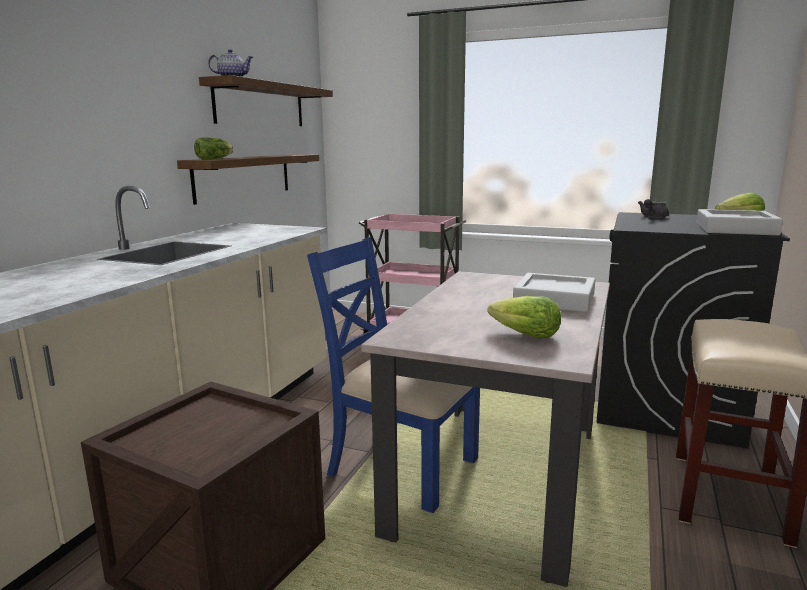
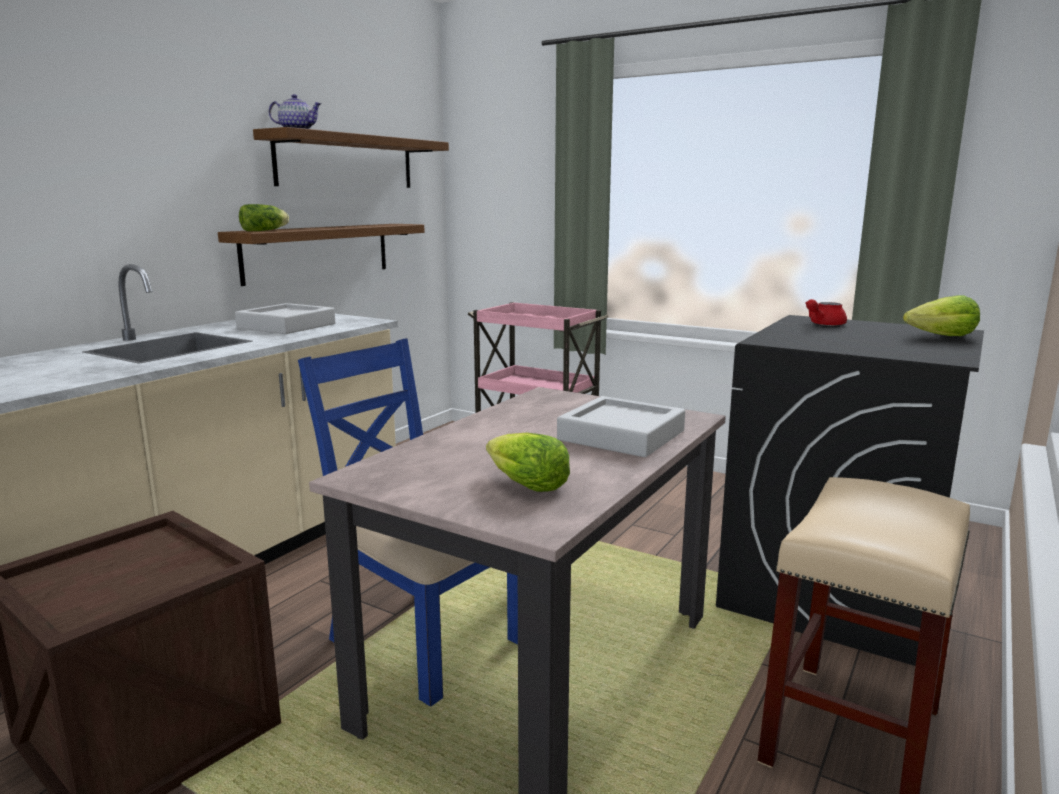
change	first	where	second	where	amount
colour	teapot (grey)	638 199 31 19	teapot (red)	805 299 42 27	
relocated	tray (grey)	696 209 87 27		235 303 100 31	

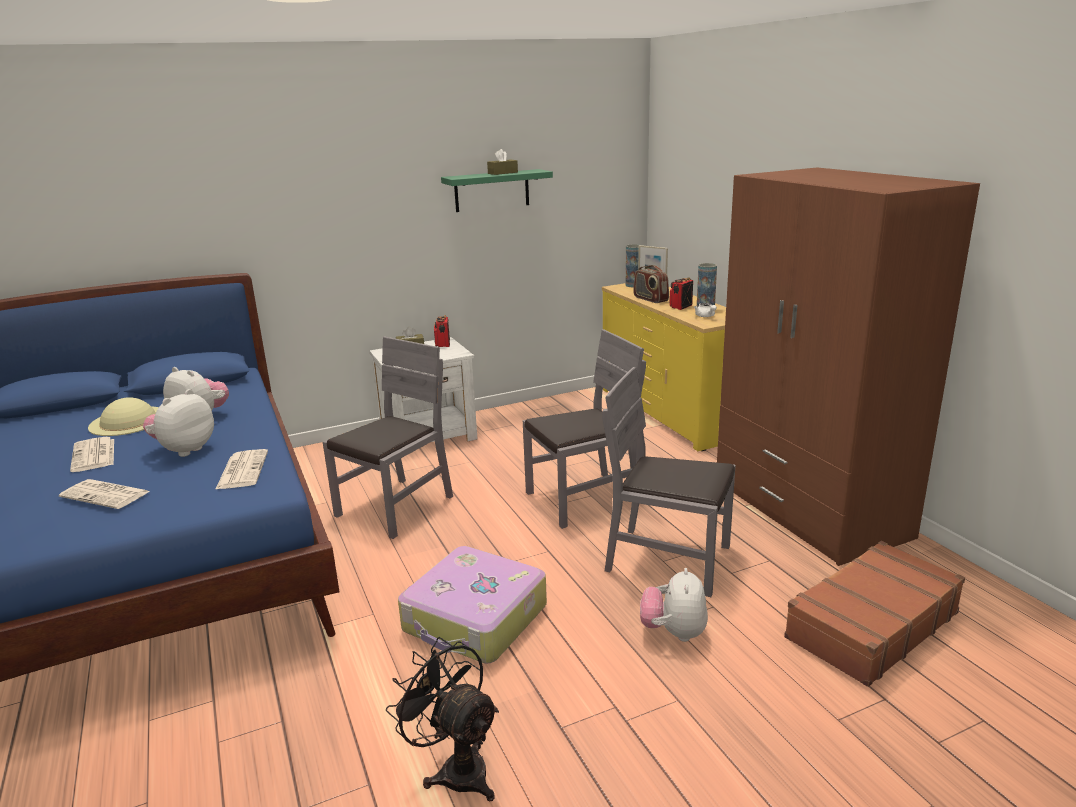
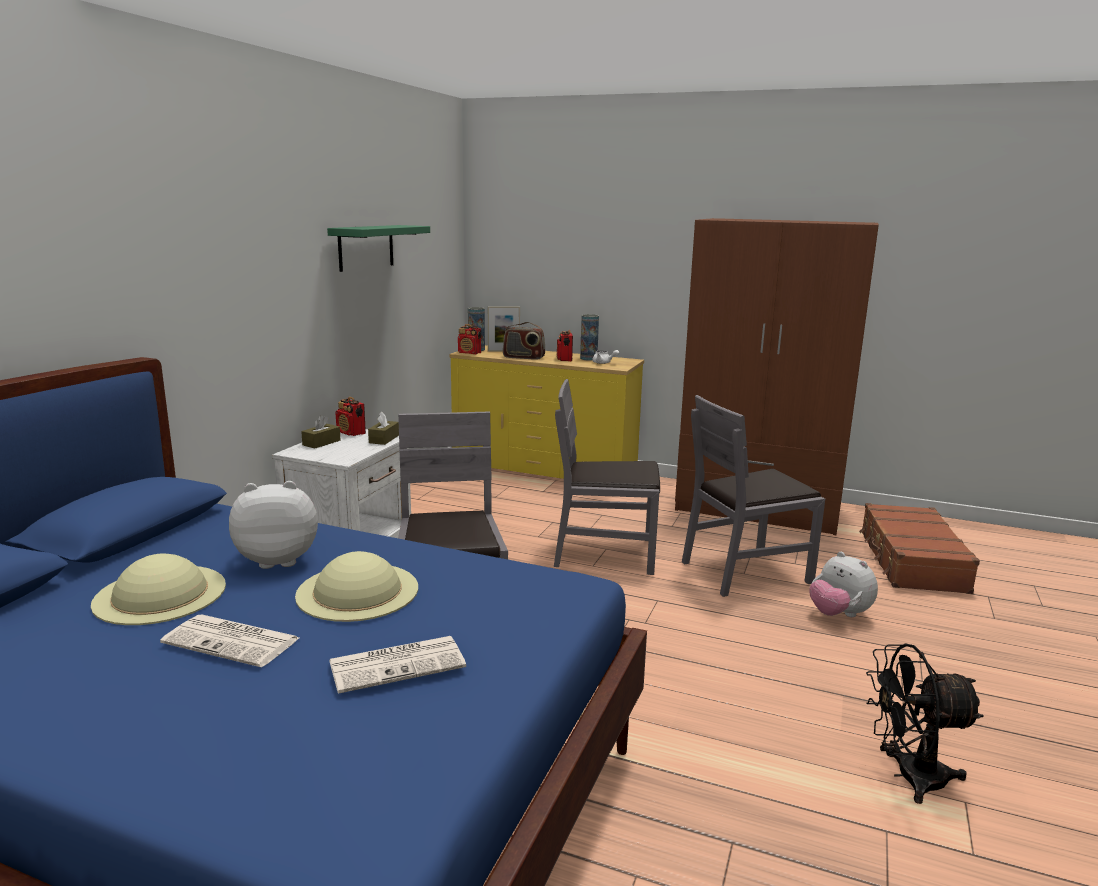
change	first	where	second	where	amount
relocated	tissue box (brown)	487 149 31 26		368 412 31 33	
spun	chair (grey)	523 329 123 200		554 379 106 196	105 degrees counterclockwise
exchanged	plush toy	143 389 71 68	hat (beige)	295 551 123 71	
missing	newspaper	215 449 53 41			
missing	suitcase	398 546 149 117			
appeared			radio	458 324 23 30	

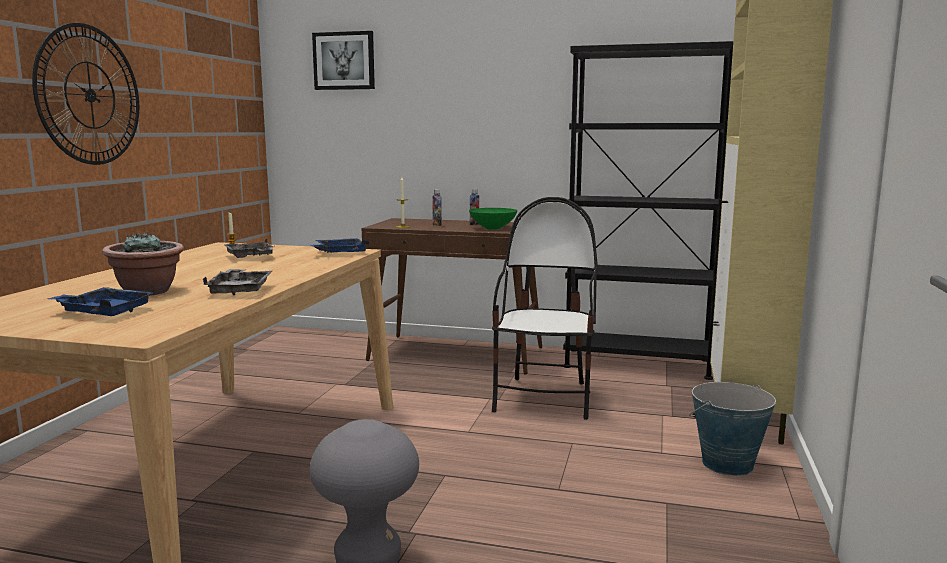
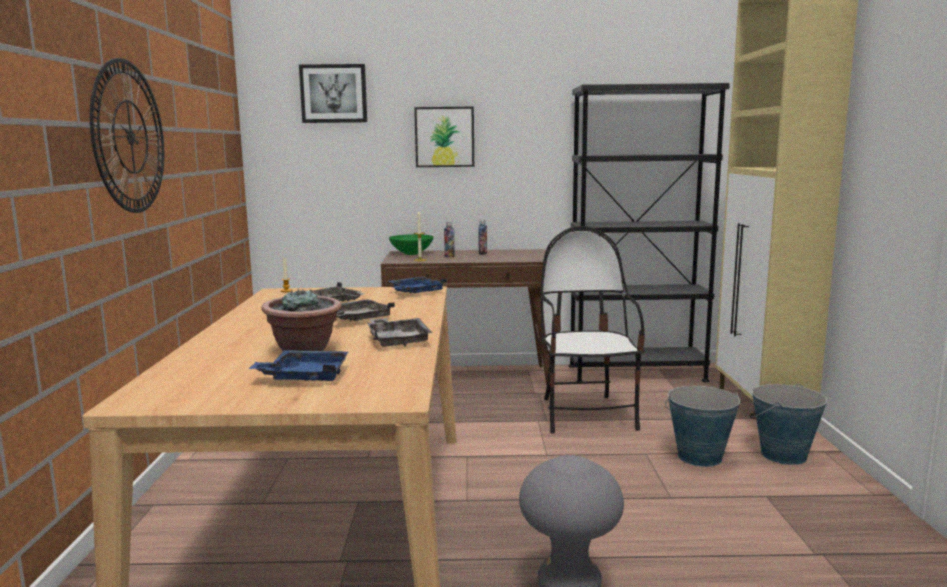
change	first	where	second	where	amount
relocated	bowl (green)	469 208 48 22		389 234 45 21	
appeared			picture	414 107 60 60	
appeared			tray (grey)	337 299 58 22	
appeared			bucket	665 386 75 81	

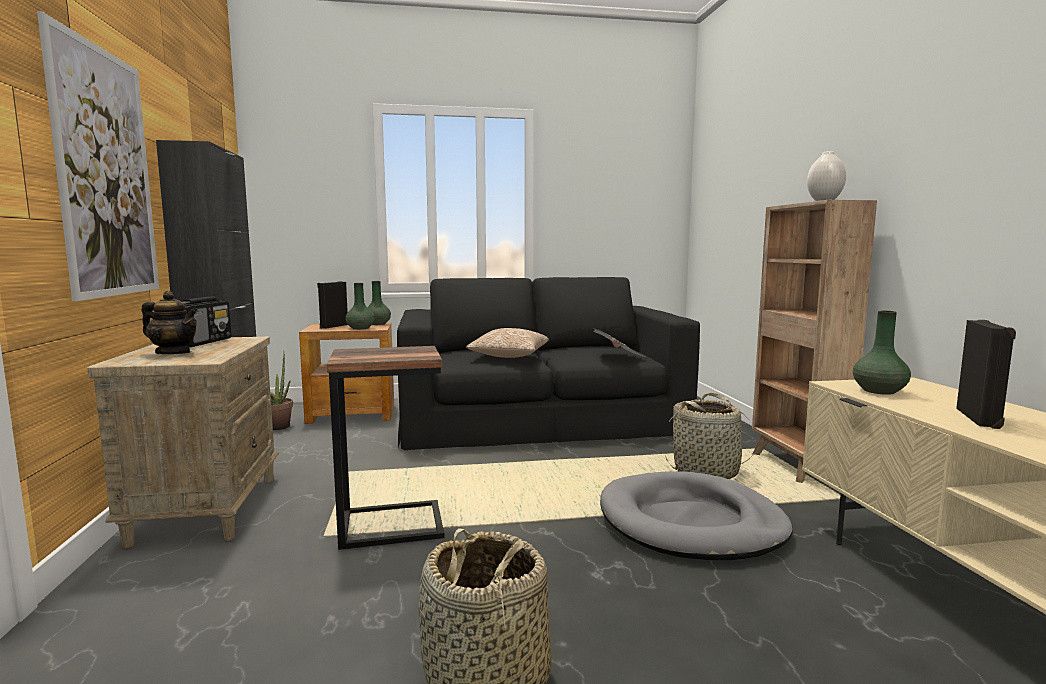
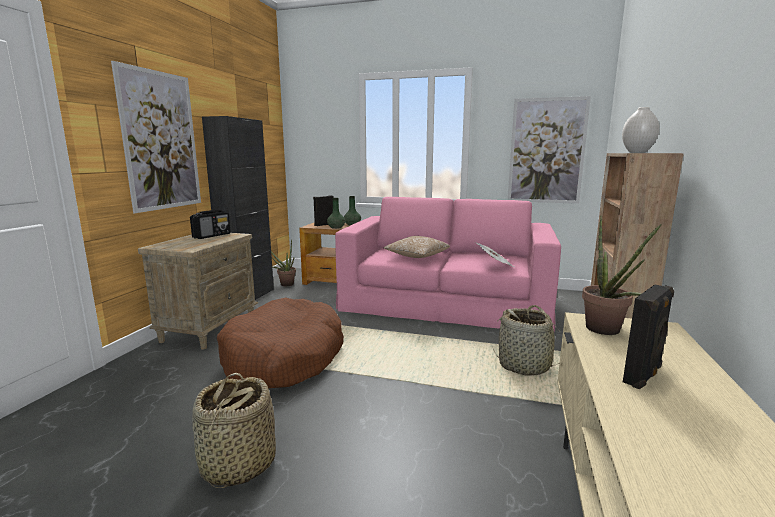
change	first	where	second	where	amount
colour	sofa (black)	397 277 303 173	sofa (pink)	335 197 226 135	
missing	teapot	142 291 56 63			
exchanged	vase (green)	853 311 58 84	potted plant	582 216 80 119	
exchanged	side table	327 346 118 204	dog bed (brown)	217 297 127 91	
missing	dog bed (grey)	600 471 193 89			
appeared			picture	508 96 83 108	

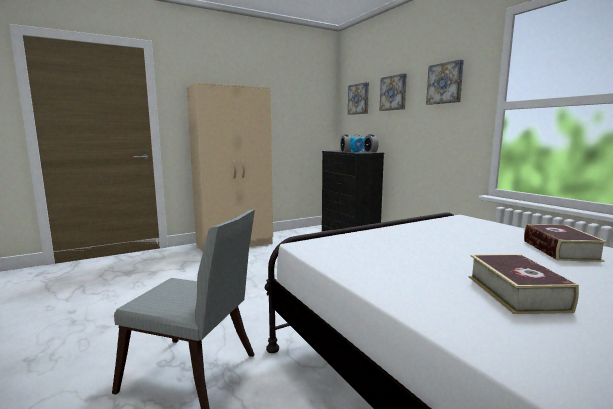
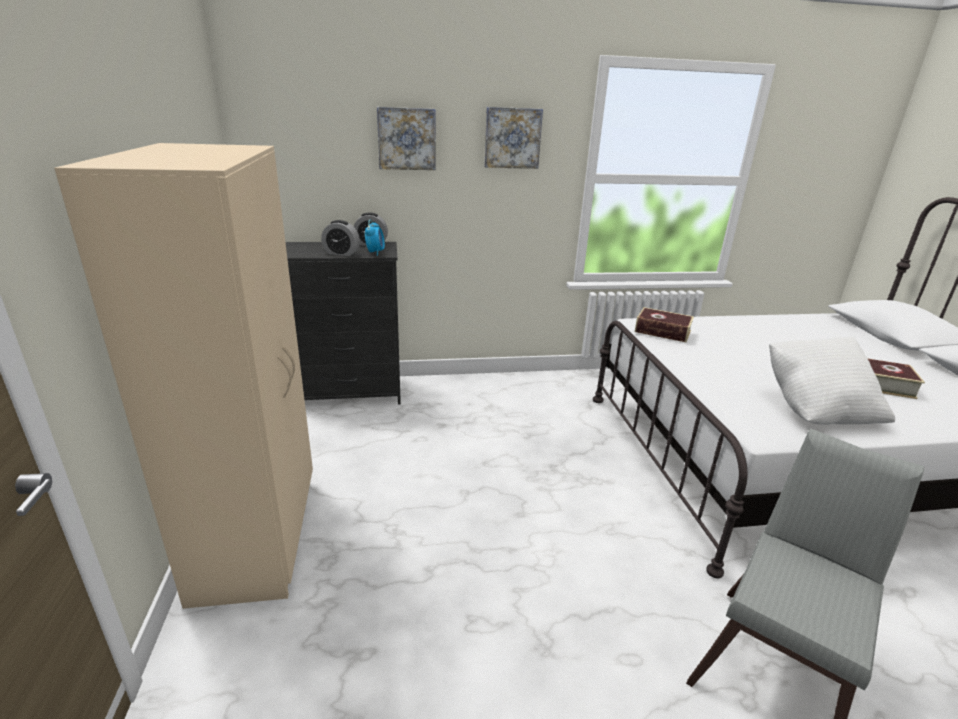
change	first	where	second	where	amount
missing	picture	348 82 21 33			
relocated	book	524 224 84 38		635 307 59 35	
appeared			pillow (white)	769 336 126 89	

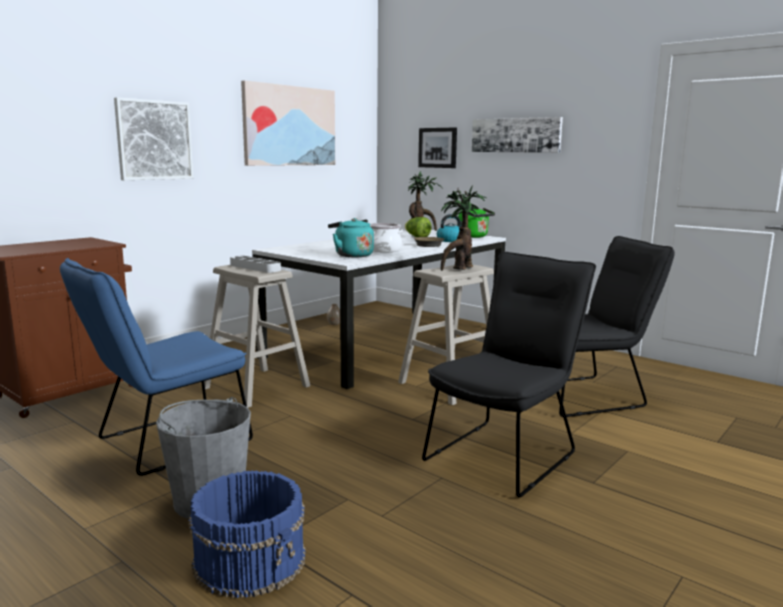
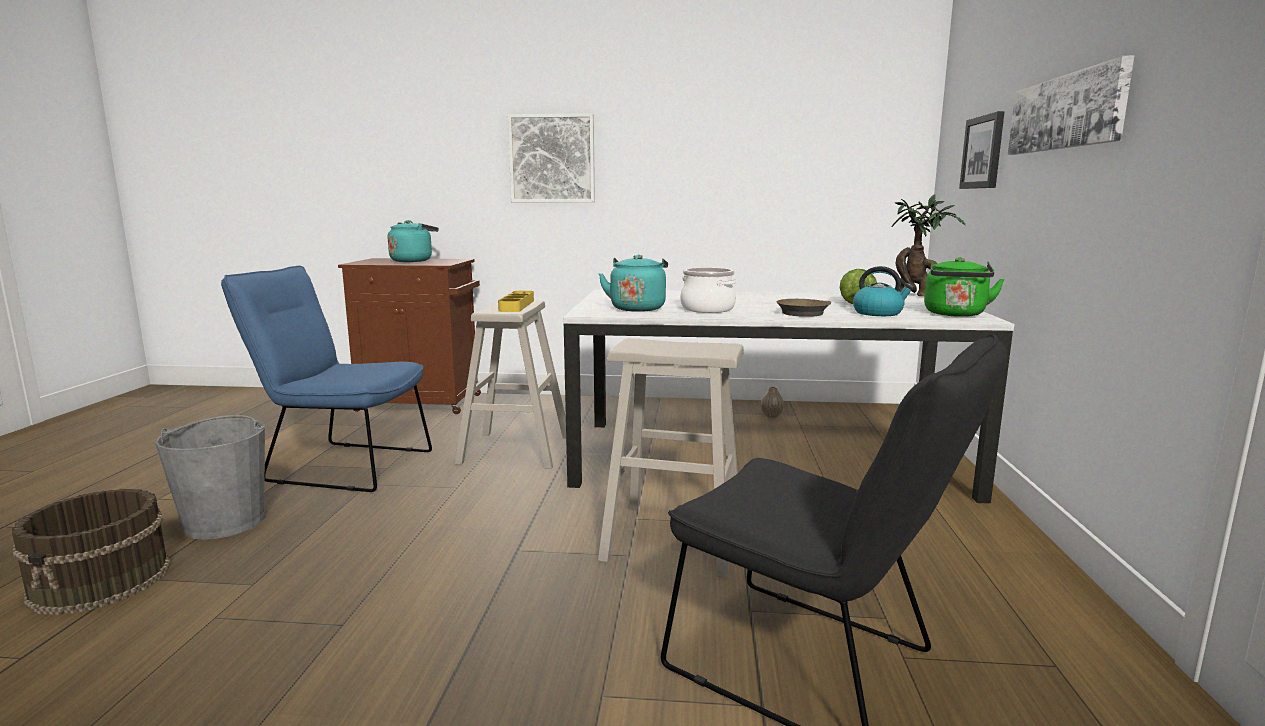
change	first	where	second	where	amount
missing	picture	241 80 94 86			
missing	potted plant	441 185 45 86			
missing	chair (black)	422 252 174 246			
colour	tray (grey)	230 256 51 17	tray (yellow)	498 291 36 21	
colour	bucket (blue)	188 470 117 128	bucket (brown)	12 489 159 126	
appeared			kettle (turquoise)	388 220 51 42	

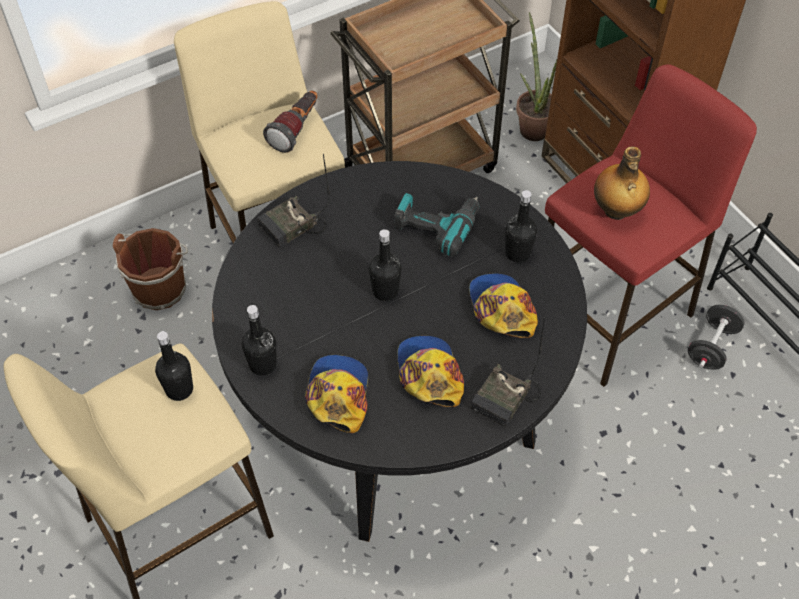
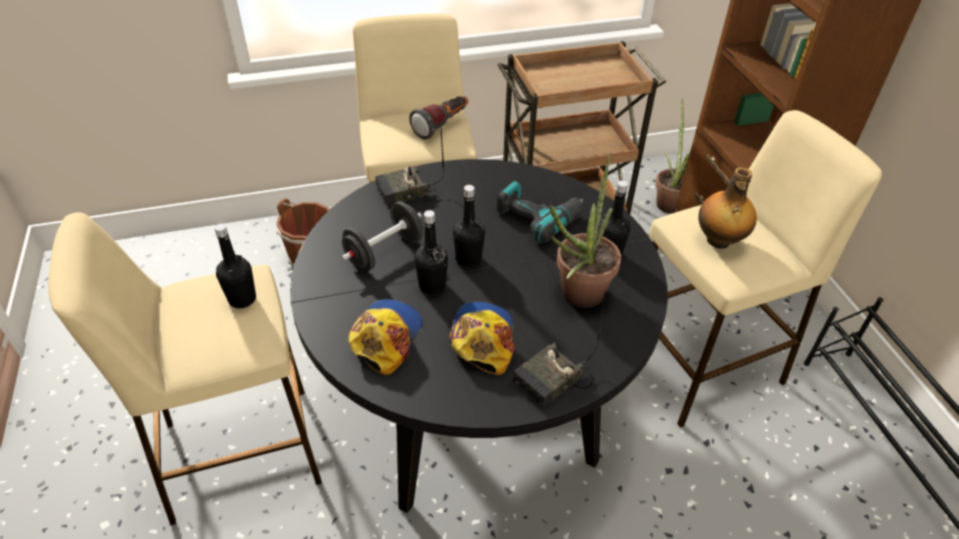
change	first	where	second	where	amount
colour	stool (red)	545 64 212 323	stool (beige)	649 110 233 318	
exchanged	cap	469 273 69 65	potted plant	550 153 71 155	
relocated	bottle (black)	242 305 35 71		414 210 34 85	
relocated	dumbbell (black)	688 305 56 65		341 201 82 70	

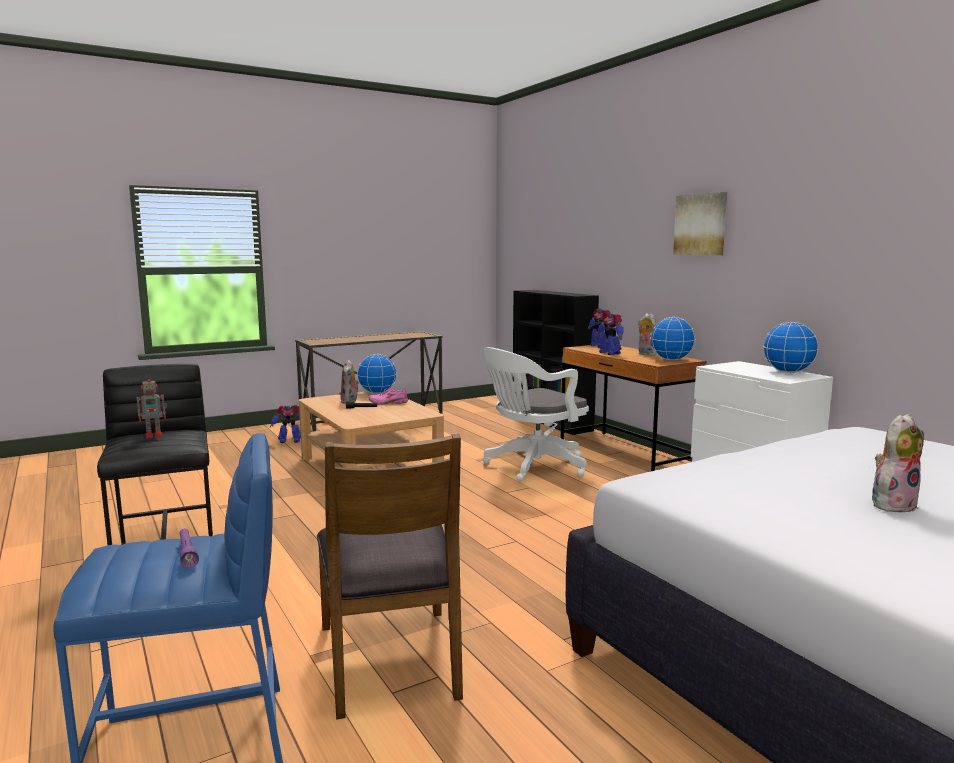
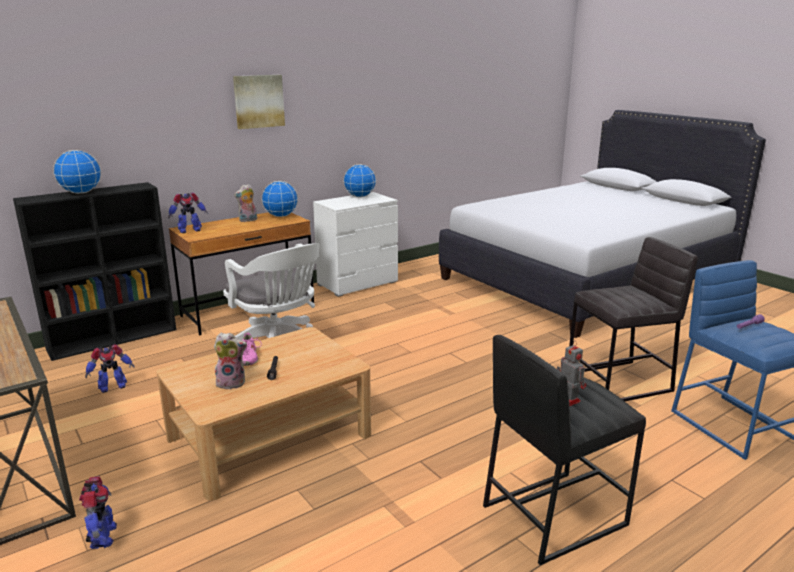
change	first	where	second	where	amount
relocated	toy robot	596 313 28 42		85 344 50 49	
relocated	globe	357 354 40 40		53 150 48 44	
missing	plush toy	872 414 52 98			
exchanged	chair (brown)	317 434 146 285	stool (grey)	569 237 129 164	

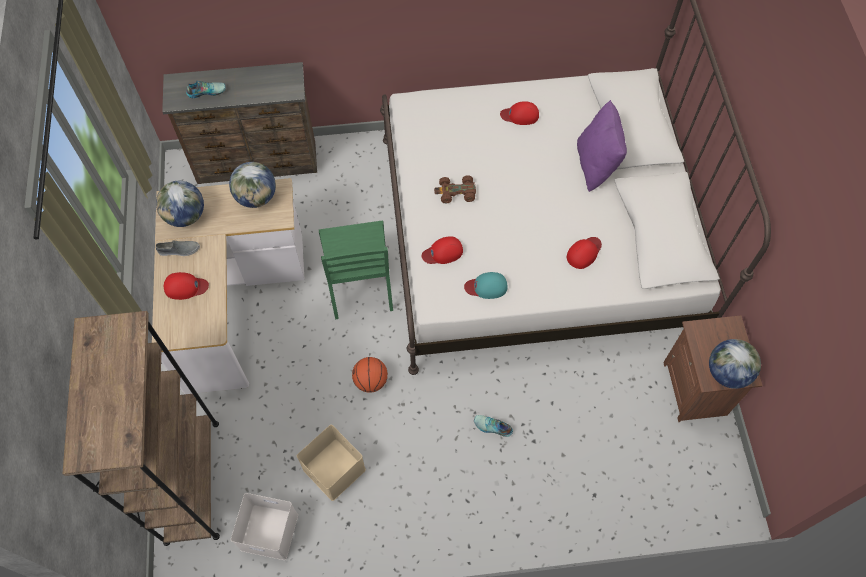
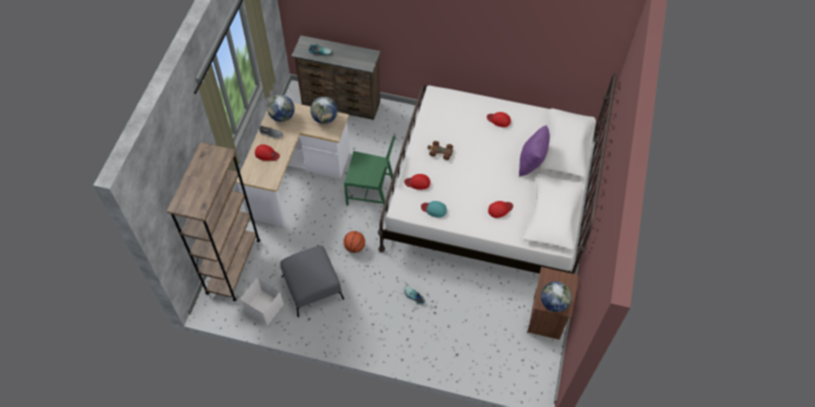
change	first	where	second	where	amount
spun	chair (green)	319 221 74 99		344 135 52 76	90 degrees counterclockwise
exchanged	storage box (beige)	297 425 69 76	ottoman (grey)	280 246 64 71	

